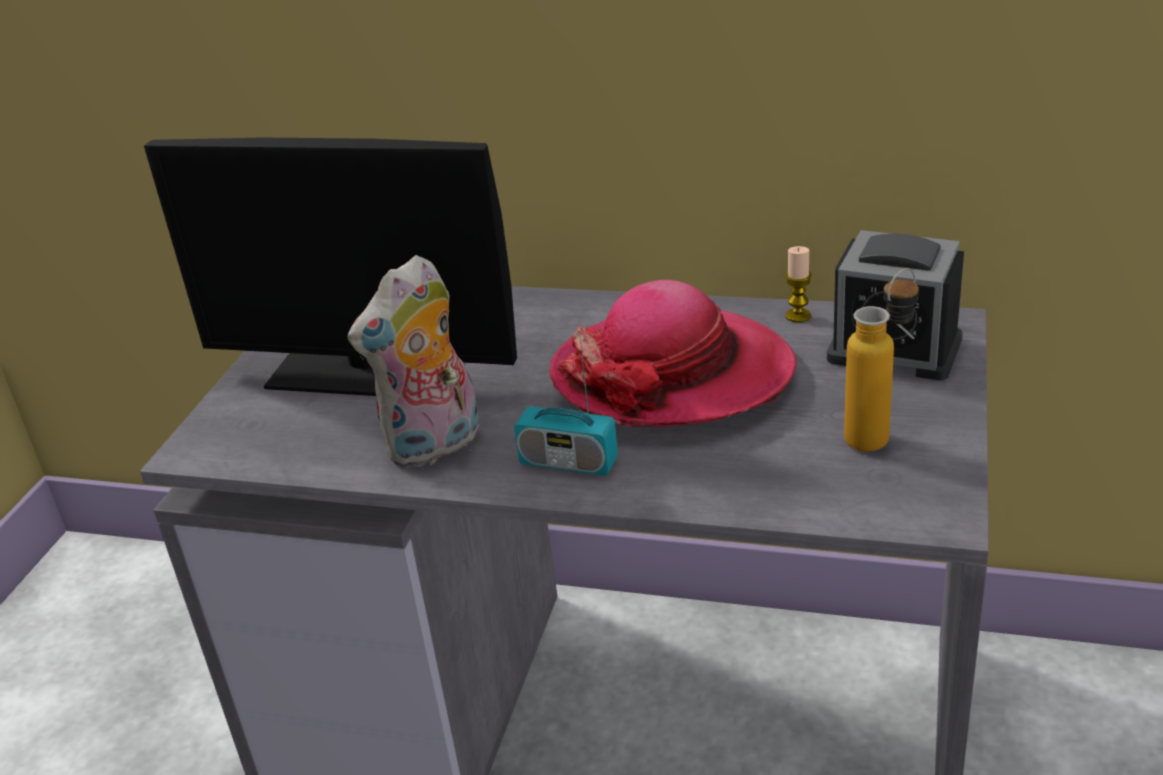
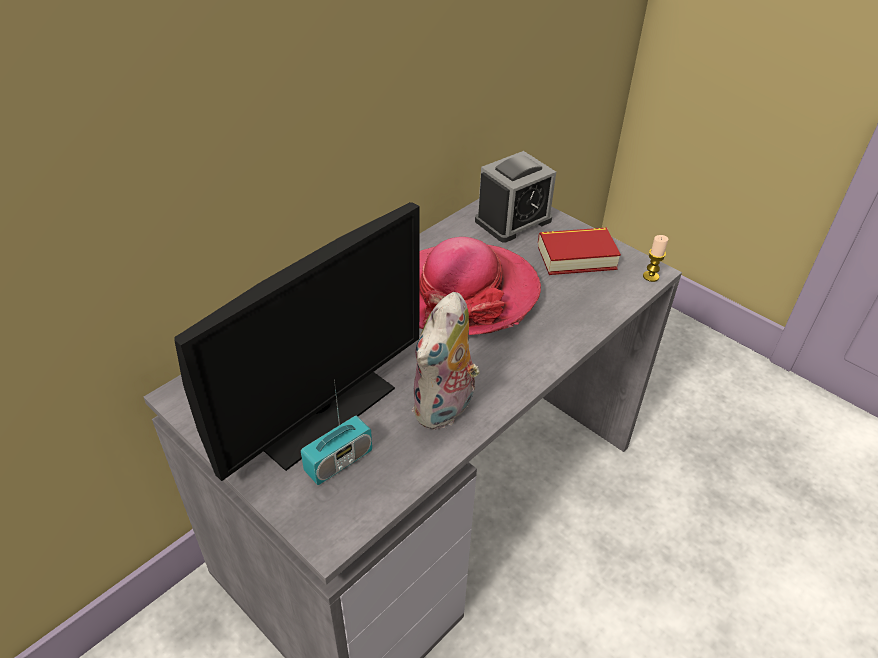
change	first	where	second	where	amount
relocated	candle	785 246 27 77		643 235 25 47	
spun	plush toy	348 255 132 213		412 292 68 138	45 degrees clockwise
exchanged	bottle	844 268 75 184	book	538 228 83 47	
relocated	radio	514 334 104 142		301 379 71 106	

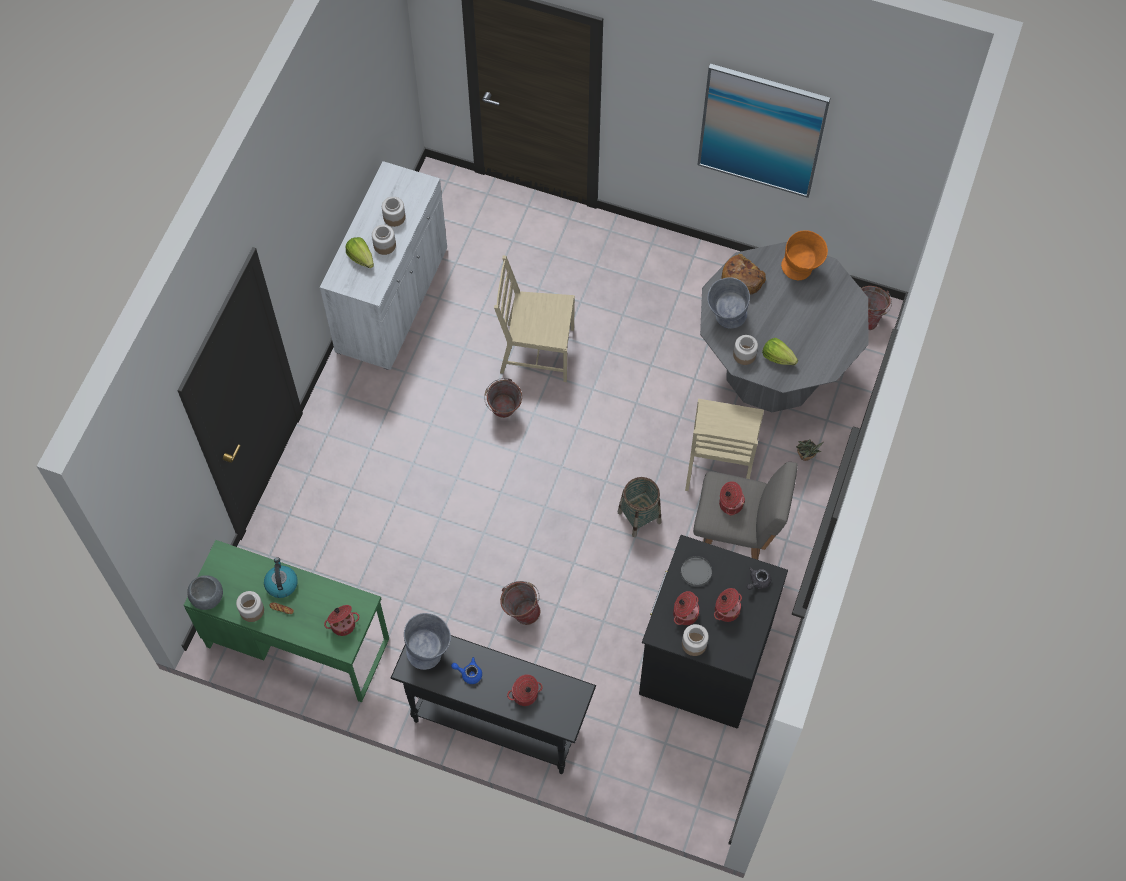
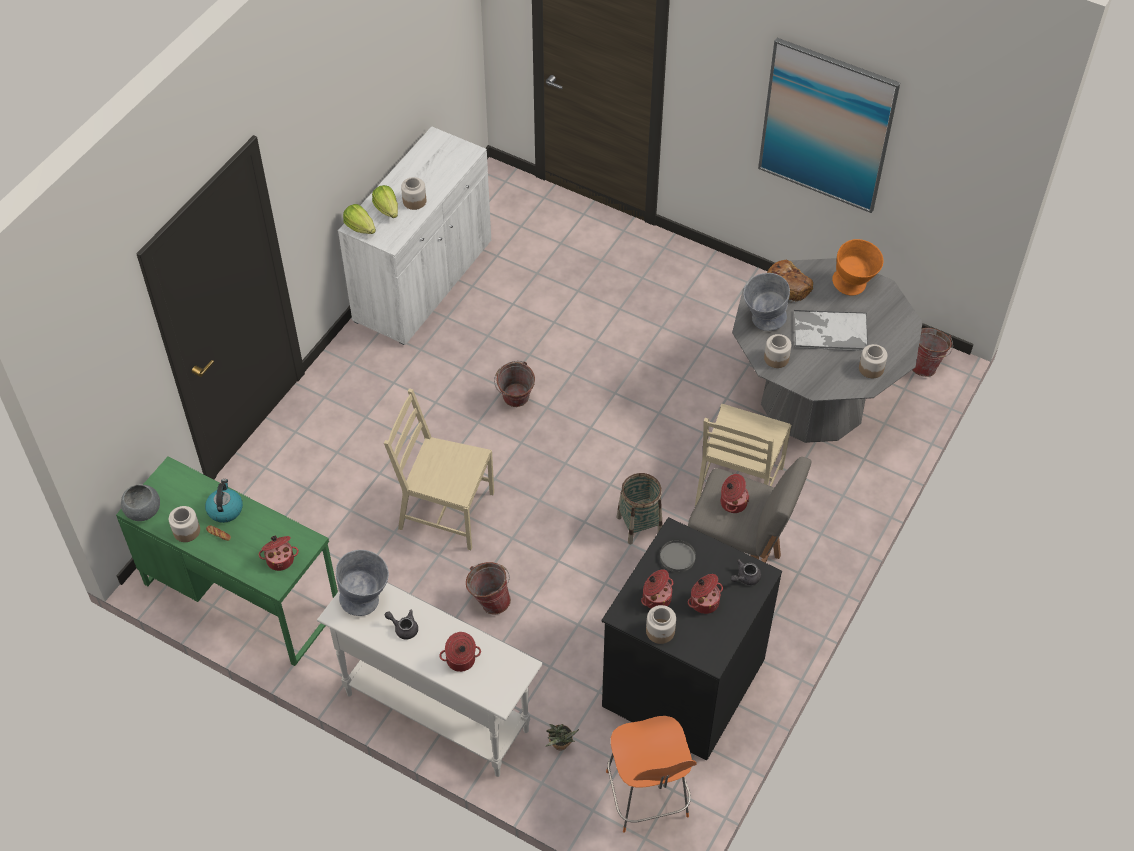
change	first	where	second	where	amount
relocated	jar	382 197 24 30		859 344 29 34	
relocated	chair (beige)	494 256 81 126		384 388 110 162	
relocated	lettuce	762 338 36 27		343 204 33 30	
relocated	potted plant	796 439 28 22		546 724 33 27	
colour	console table (black)	391 635 205 139	console table (white)	317 583 226 194	
colour	teapot (blue)	451 657 31 27	teapot (grey)	385 610 33 30	
appeared			tray	794 310 74 41	
appeared			chair (orange)	606 716 91 116	

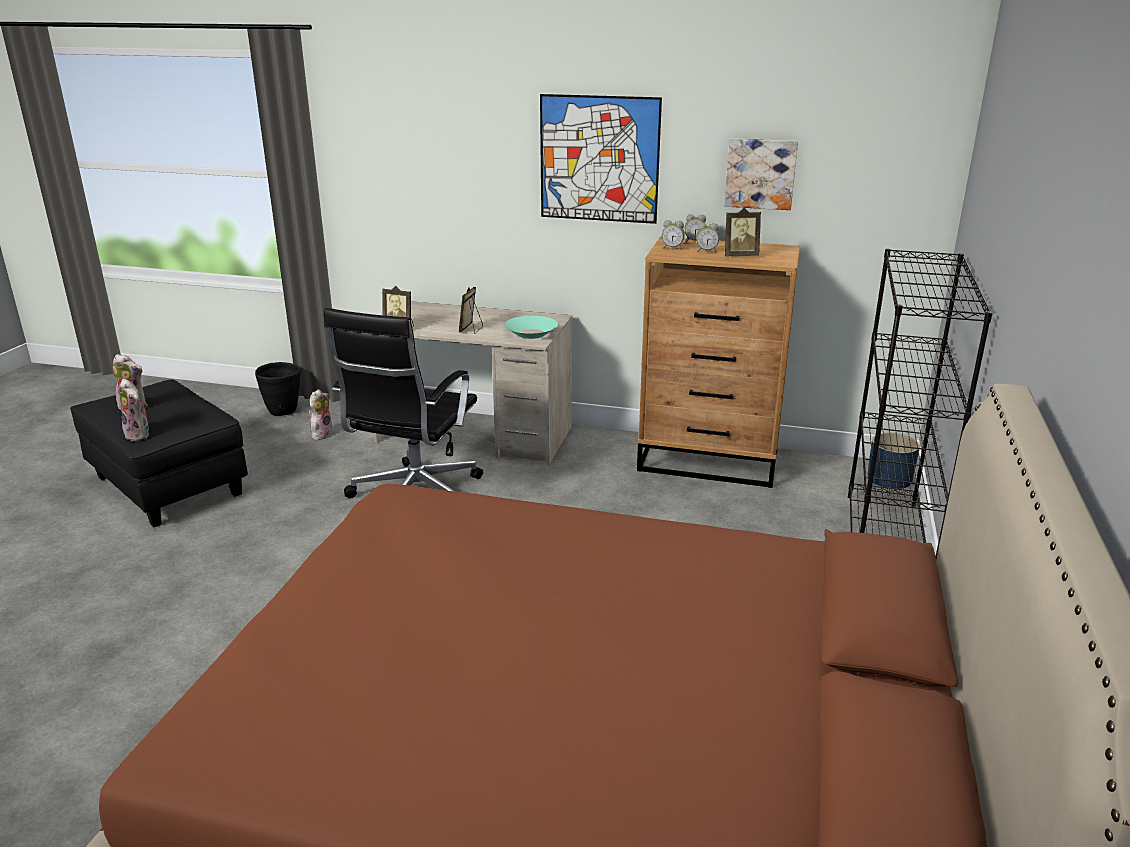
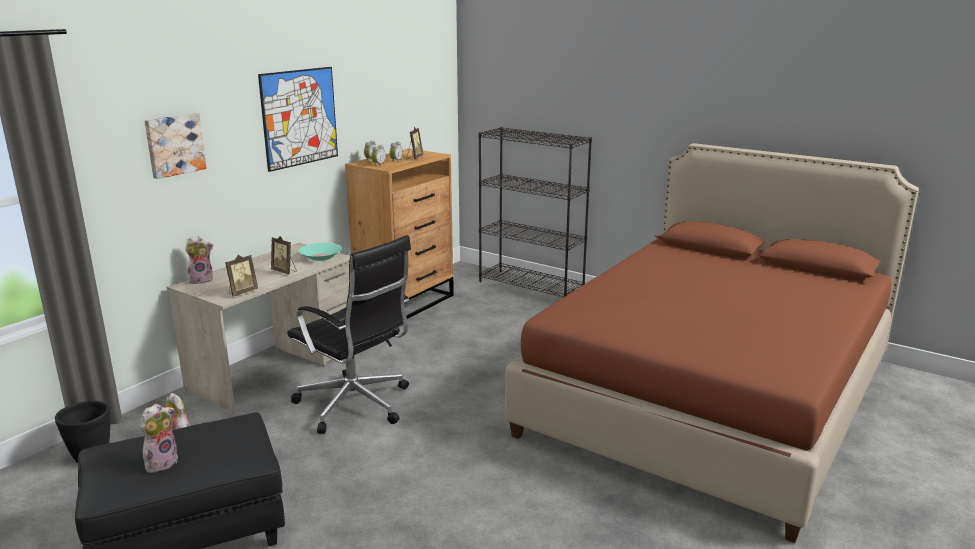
change	first	where	second	where	amount
relocated	picture	724 138 74 72		145 113 62 66	
relocated	plush toy	119 378 30 63		185 236 28 48	
missing	planter (blue)	867 433 53 56			

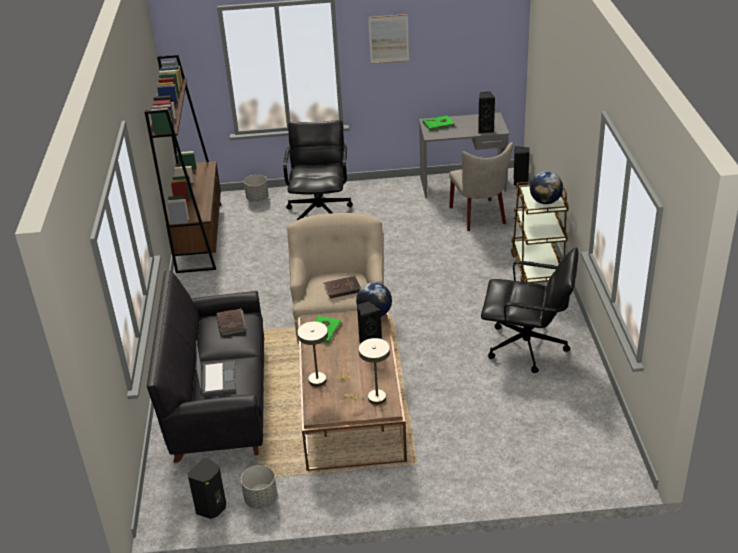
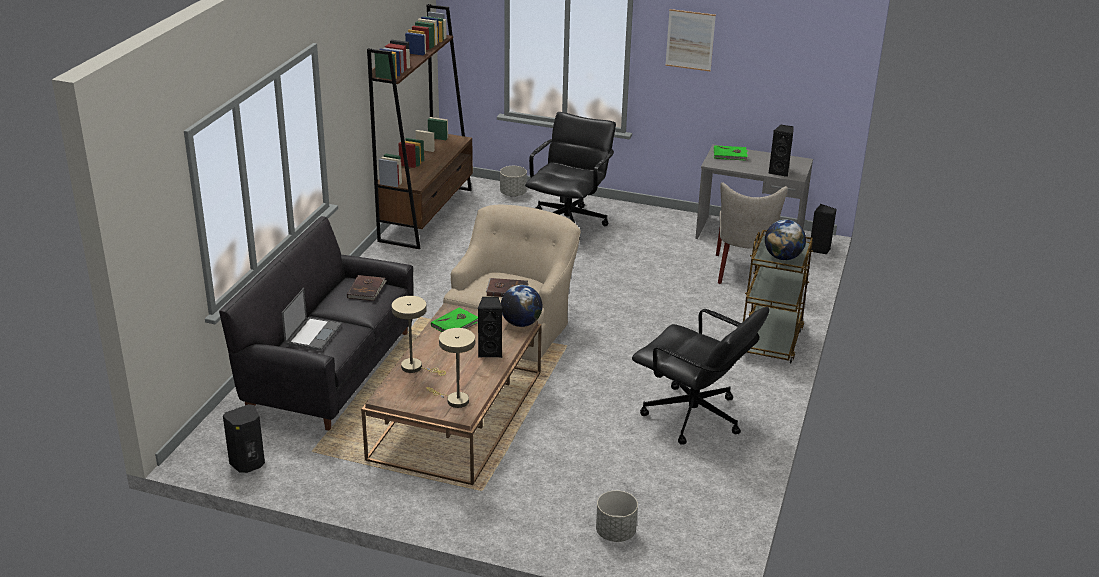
change	first	where	second	where	amount
relocated	planter (grey)	241 465 36 44		596 490 42 52	

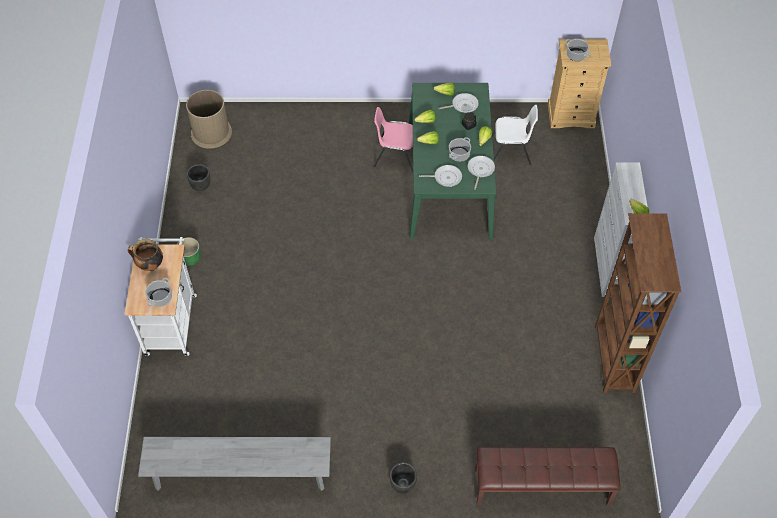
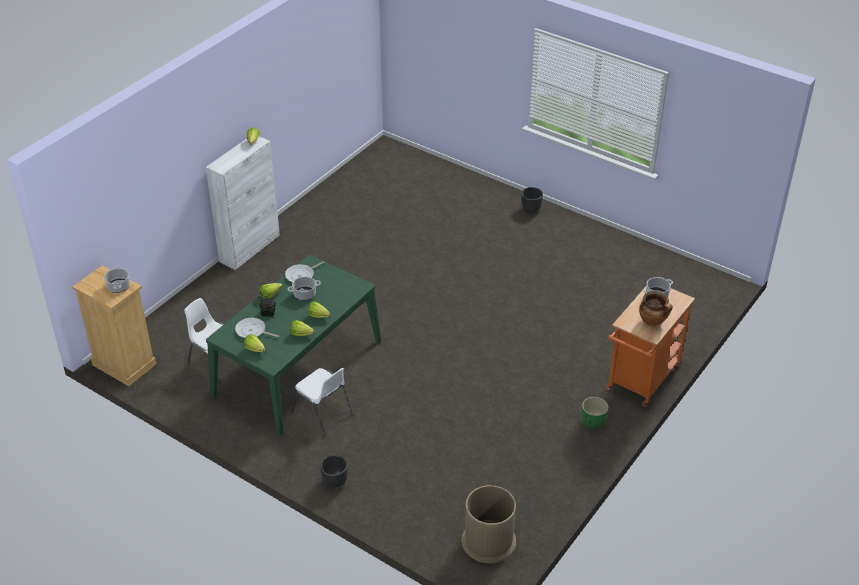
change	first	where	second	where	amount
colour	chair (pink)	373 107 40 65	chair (white)	291 368 62 68	
relocated	planter (black)	187 164 23 27		320 455 28 33	
missing	frying pan	419 165 43 22			
missing	bookcase (brown)	595 213 86 180			
colour	cart (white)	124 237 73 119	cart (orange)	606 285 89 122	
missing	bench (grey)	138 437 193 54			
missing	bench (brown)	475 447 145 59			

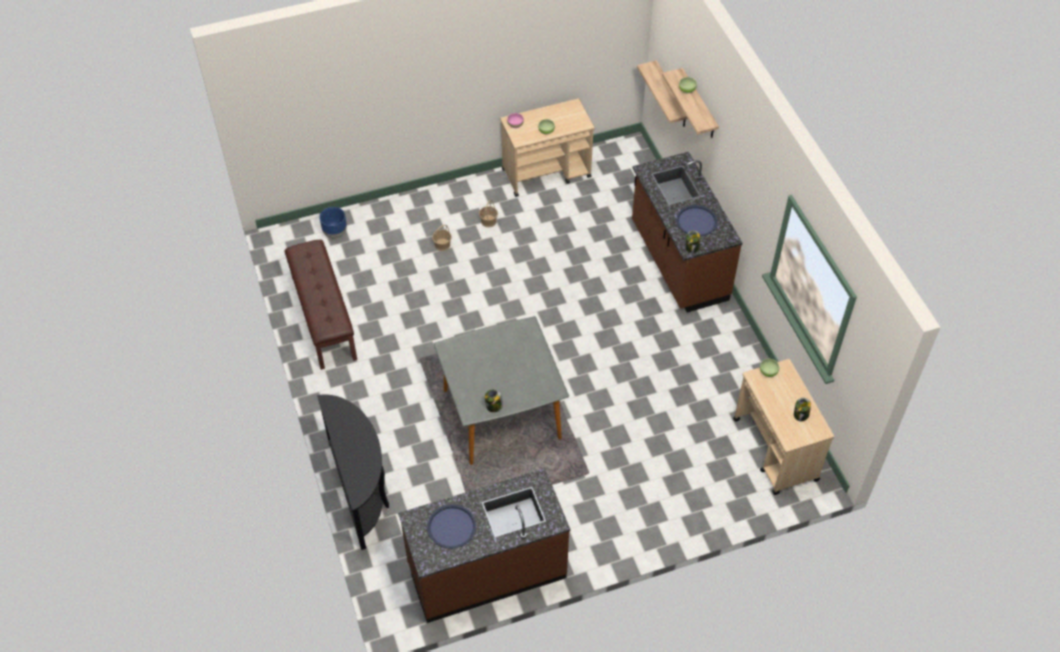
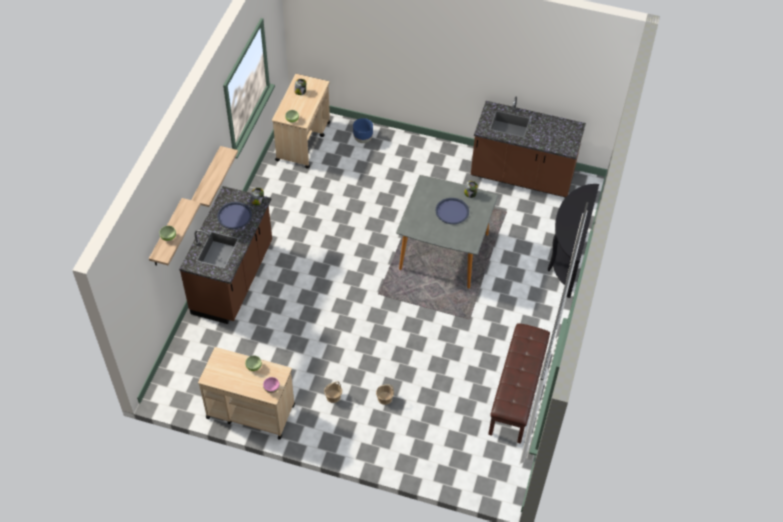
change	first	where	second	where	amount
relocated	shelf	637 60 51 67		191 146 47 61	
relocated	planter (blue)	319 207 28 32		353 118 20 25	
relocated	tray (blue)	427 504 49 45		435 198 34 26	

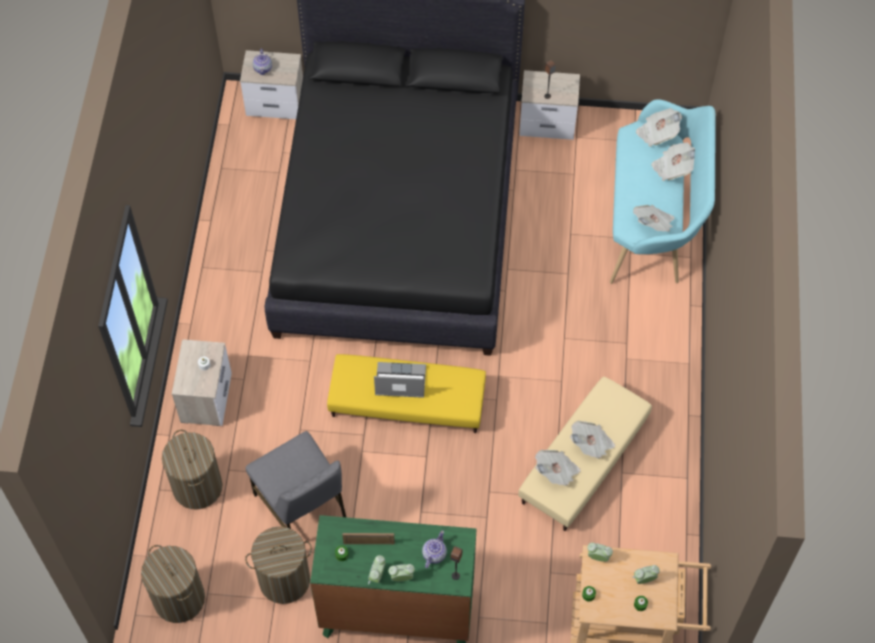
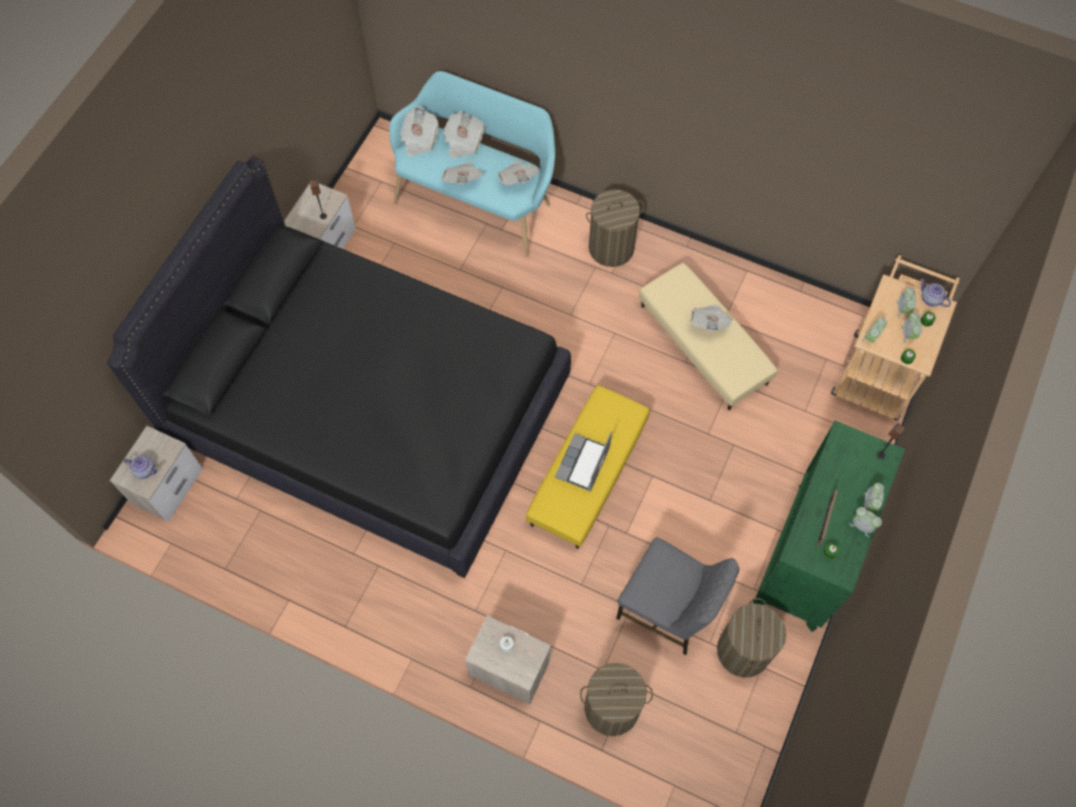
change	first	where	second	where	amount
spun	chair (grey)	245 431 101 98		616 537 123 118	45 degrees clockwise
relocated	newspaper	535 450 46 36		442 162 41 22	
relocated	teapot	422 530 25 38		921 279 30 28	
relocated	laundry basket	141 545 64 78		586 189 58 78	
appeared			alarm clock	901 313 21 30	

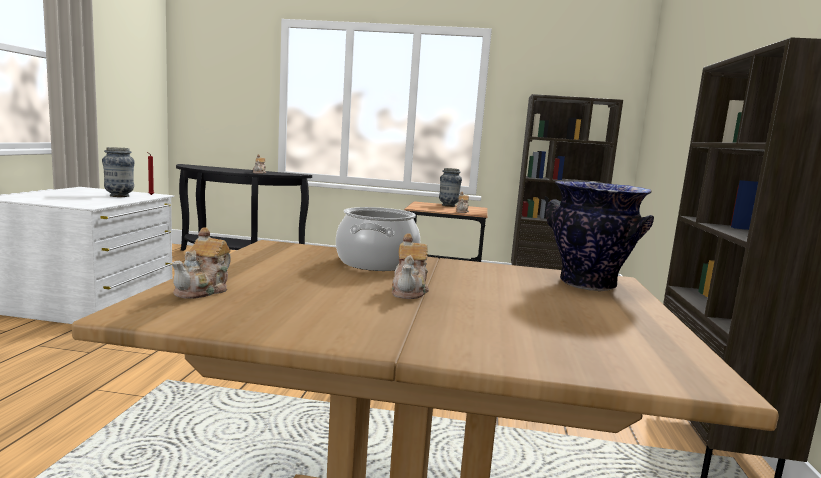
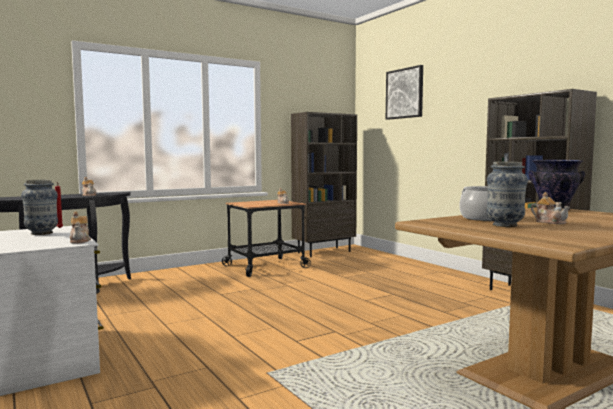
change	first	where	second	where	amount
relocated	vase	439 168 23 39		487 162 41 65	
relocated	teapot	171 227 60 72		70 212 21 32	
appeared			picture	386 65 37 55	

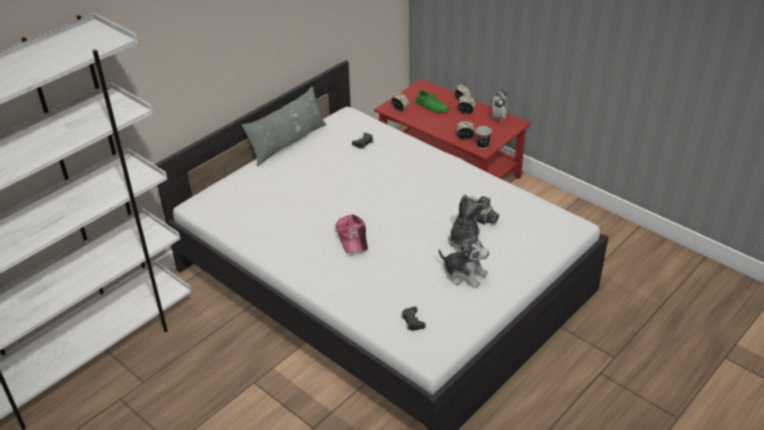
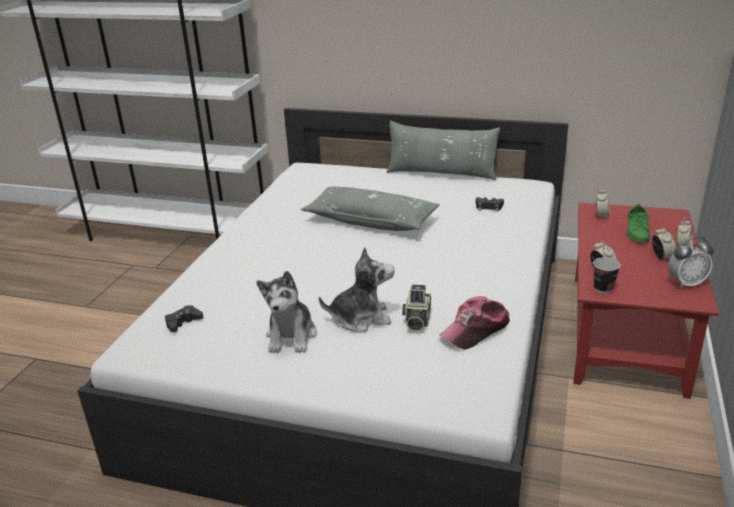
change	first	where	second	where	amount
relocated	cap	336 215 32 38		439 296 71 53	
appeared			pillow (grey)	301 186 139 45	

